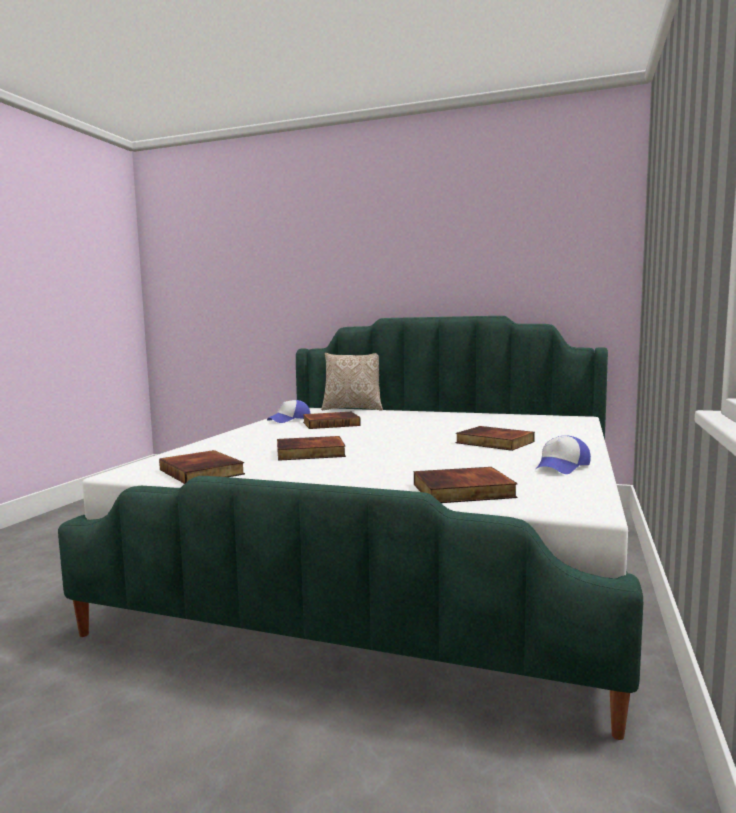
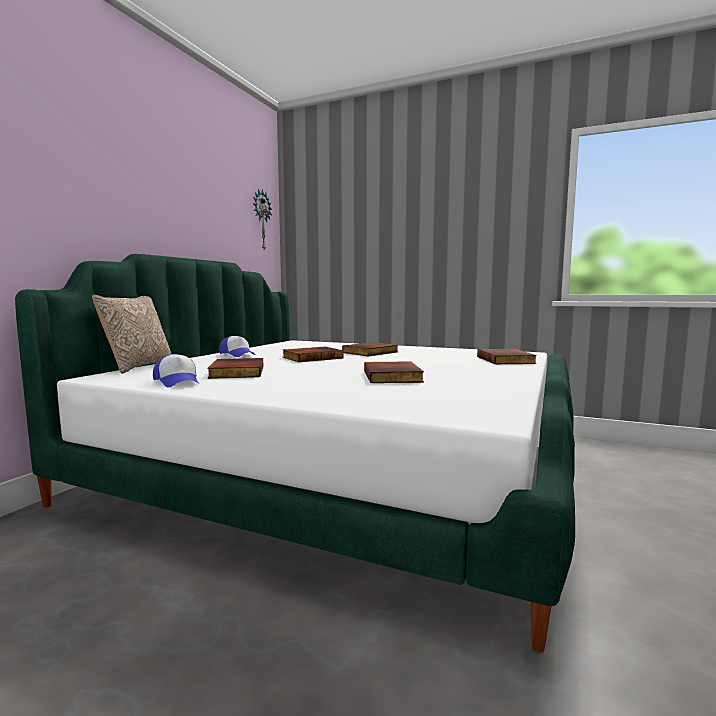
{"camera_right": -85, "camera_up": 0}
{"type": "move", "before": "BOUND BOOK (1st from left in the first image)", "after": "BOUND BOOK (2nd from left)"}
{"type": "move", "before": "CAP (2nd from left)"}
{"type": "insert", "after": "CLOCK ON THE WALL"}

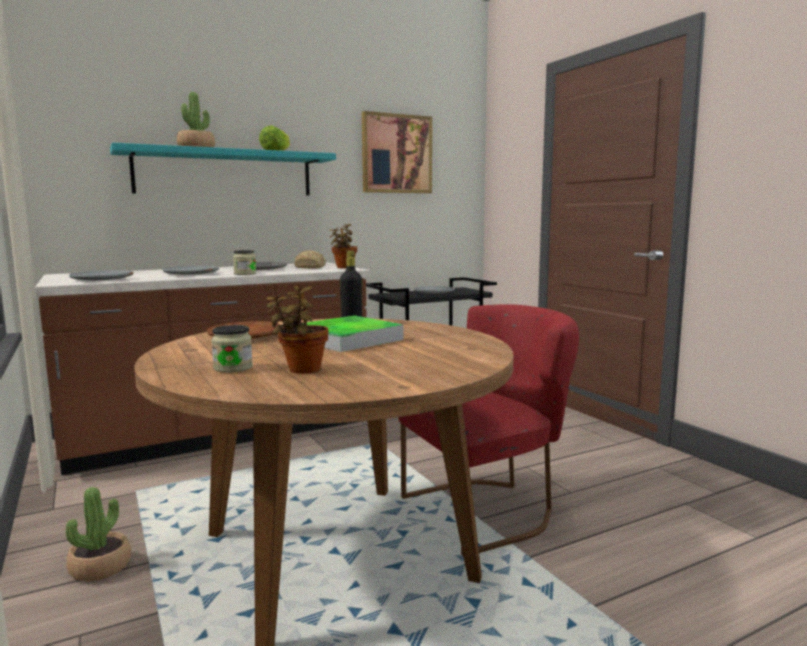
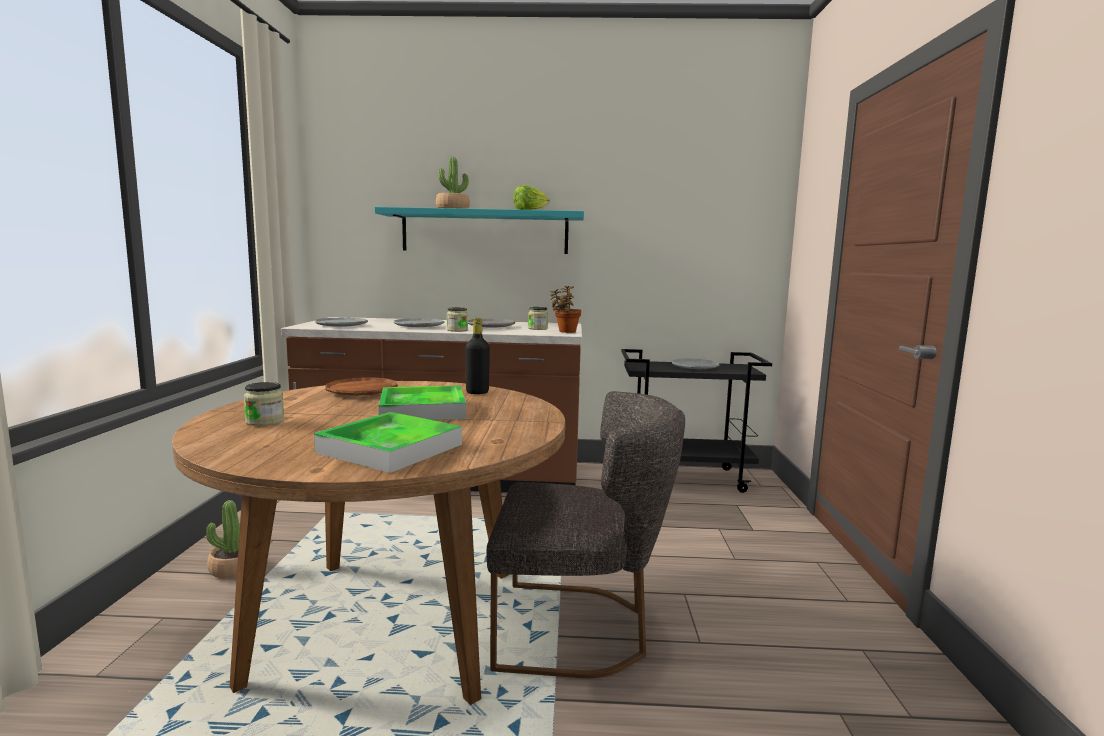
{"camera_right": 30, "camera_up": 0}
{"type": "delete", "before": "PLANT IN A POT (3rd from left)"}
{"type": "replace", "before": "BAKERY BREAD", "after": "JAR (3rd from left)"}
{"type": "delete", "before": "PICTURE"}
{"type": "recolor", "before": "REDDISH CHAIR", "after": "GRAY CHAIR"}
{"type": "insert", "after": "TRAY (1st from left)"}

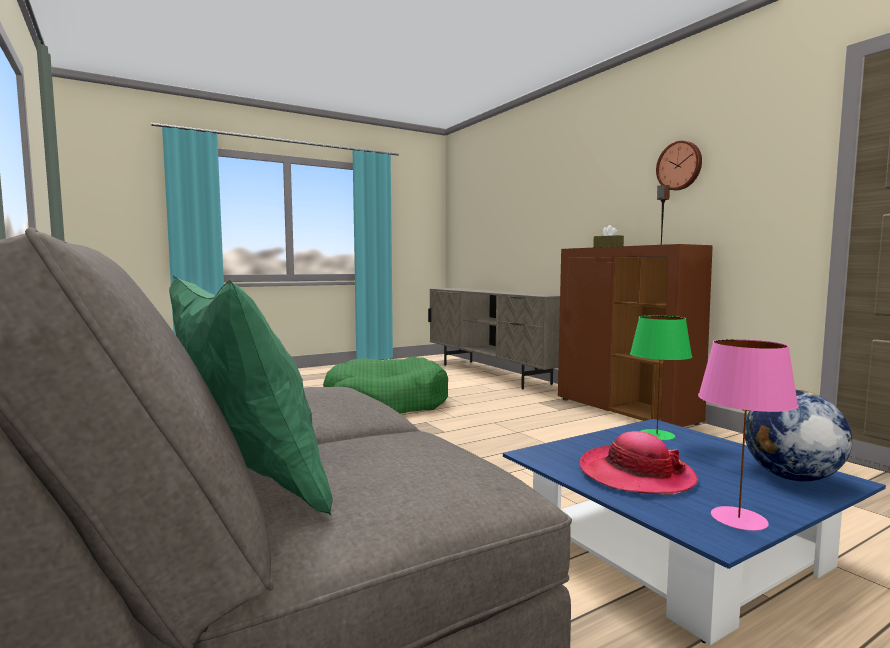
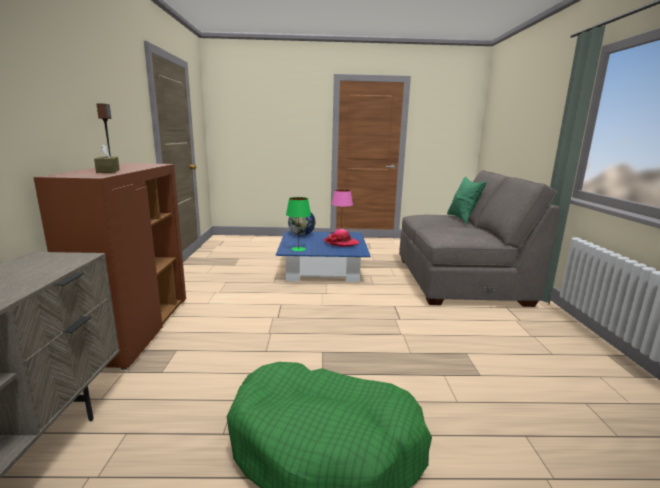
{"camera_right": -150, "camera_up": 10}
{"type": "delete", "before": "CLOCK ON THE WALL"}

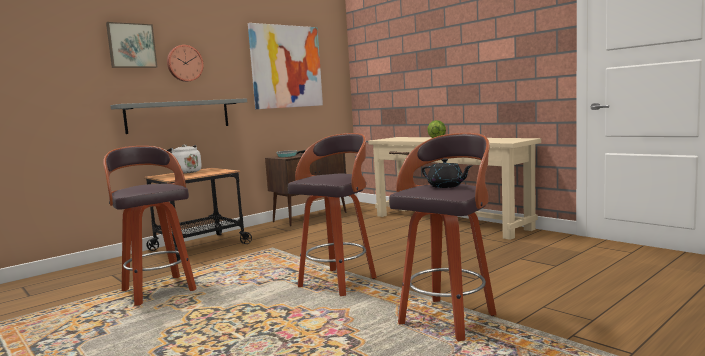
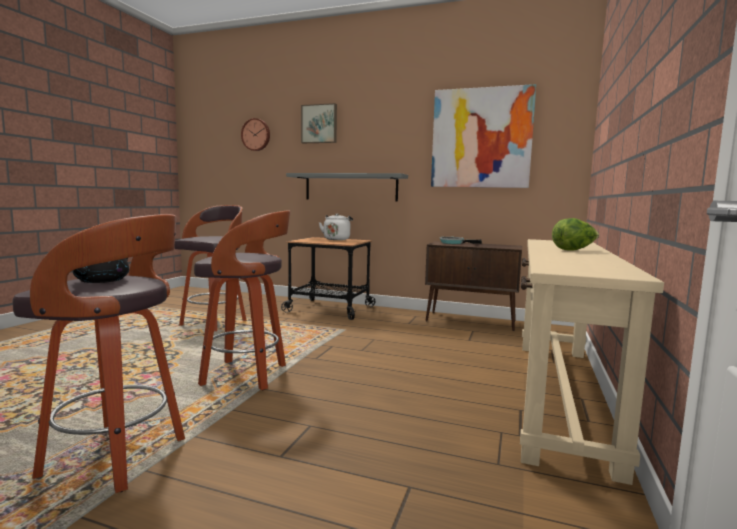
{"camera_right": 60, "camera_up": 0}
{"type": "move", "before": "CLOCK ON THE WALL"}

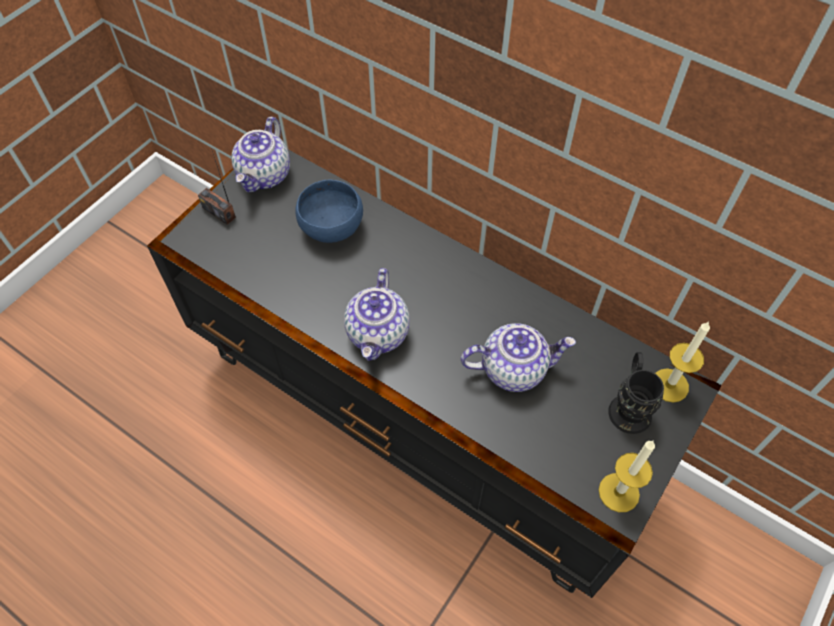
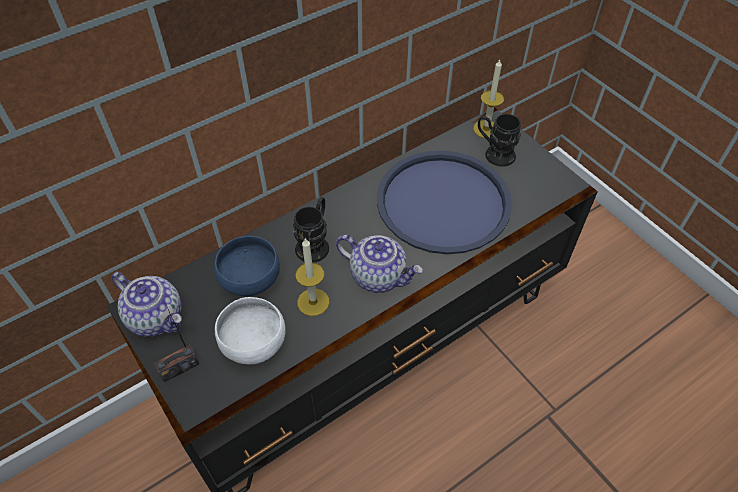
{"camera_right": -70, "camera_up": -5}
{"type": "replace", "before": "TEAPOT (3rd from left)", "after": "BLUE-COLOURED TRAY"}
{"type": "move", "before": "WAX LIGHT (1st from left)"}
{"type": "insert", "after": "WHITE DEEP DISH"}
{"type": "insert", "after": "BLACK-COLOURED COFFEE MUG (1st from left)"}

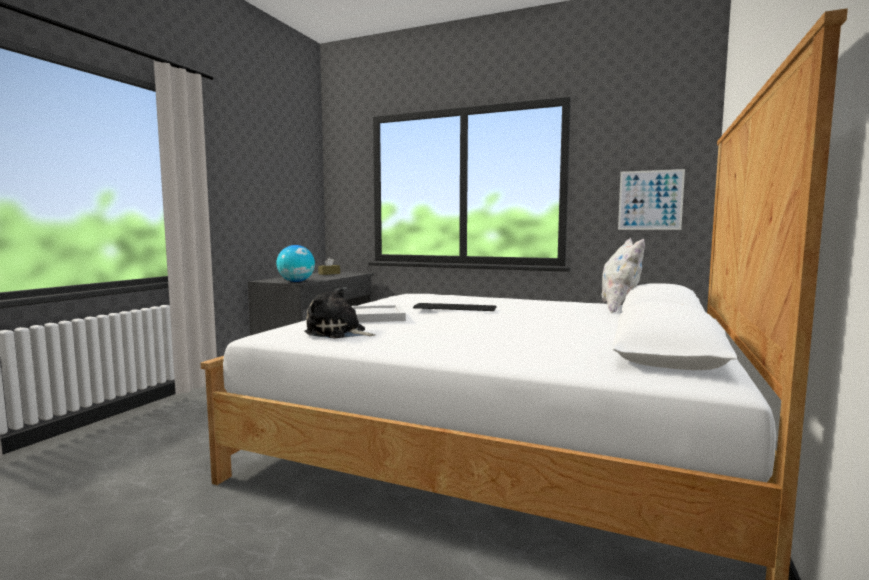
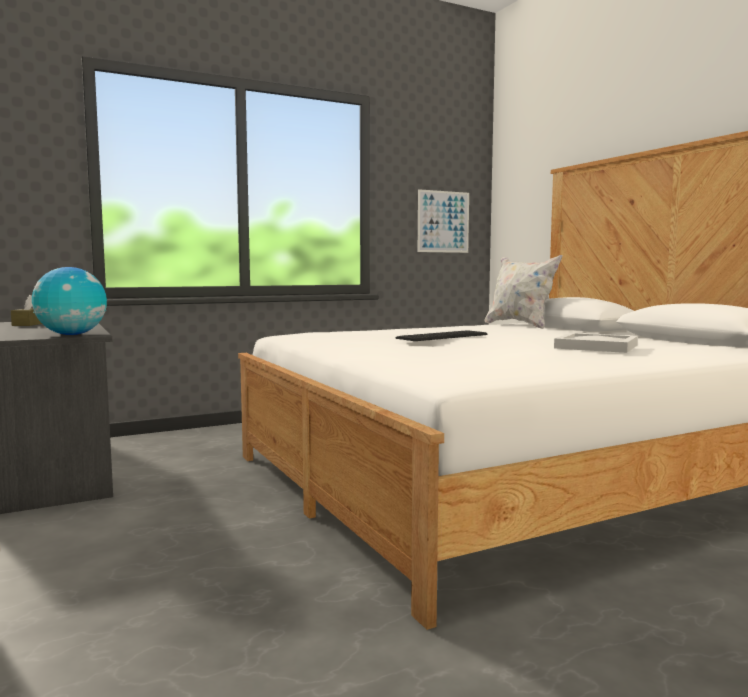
{"camera_right": -50, "camera_up": 0}
{"type": "delete", "before": "CUDDLY TOY"}
{"type": "move", "before": "WHITE TRAY"}

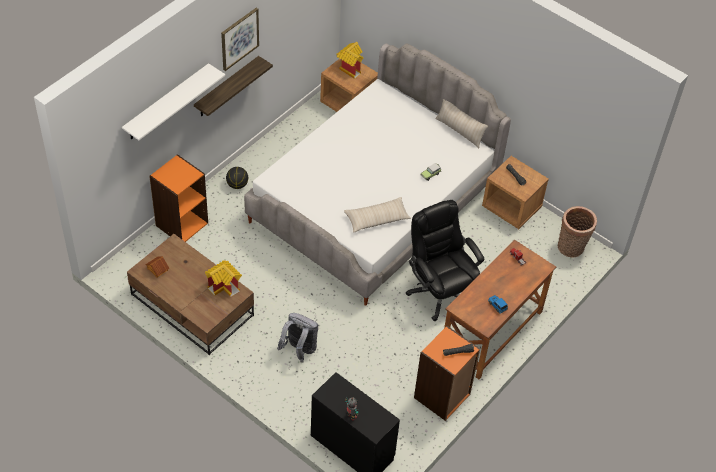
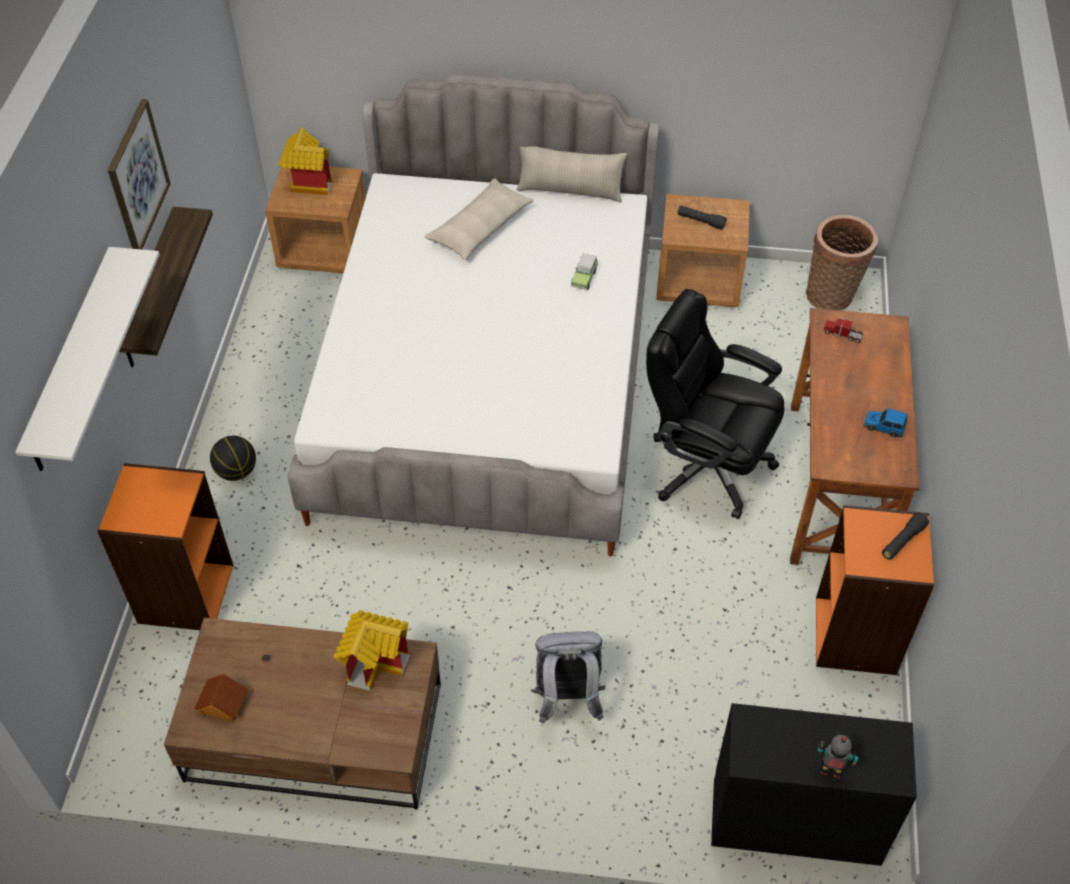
{"camera_right": -30, "camera_up": 0}
{"type": "move", "before": "SAND-COLOURED PILLOW (1st from left)"}

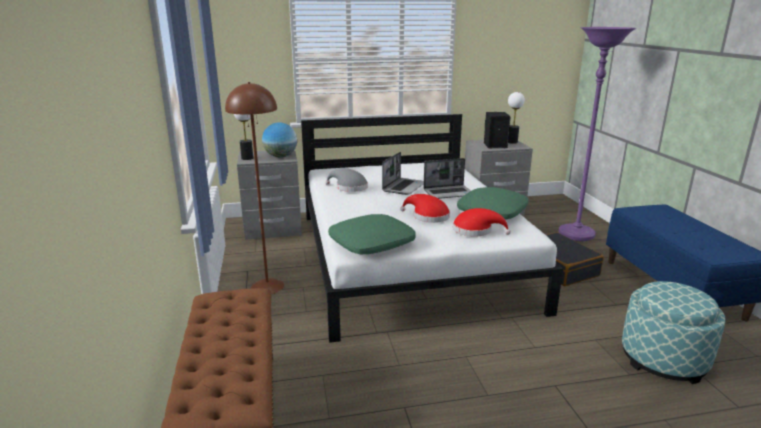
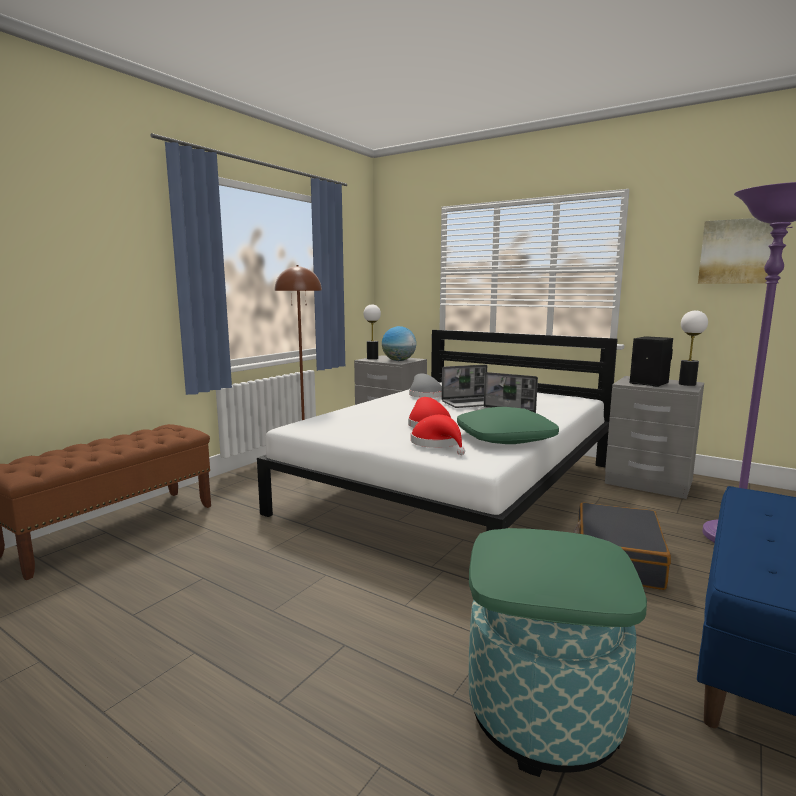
{"camera_right": 45, "camera_up": -10}
{"type": "move", "before": "GREENISH PILLOW (1st from left in the first image)", "after": "GREENISH PILLOW (2nd from left)"}
{"type": "insert", "after": "PICTURE"}

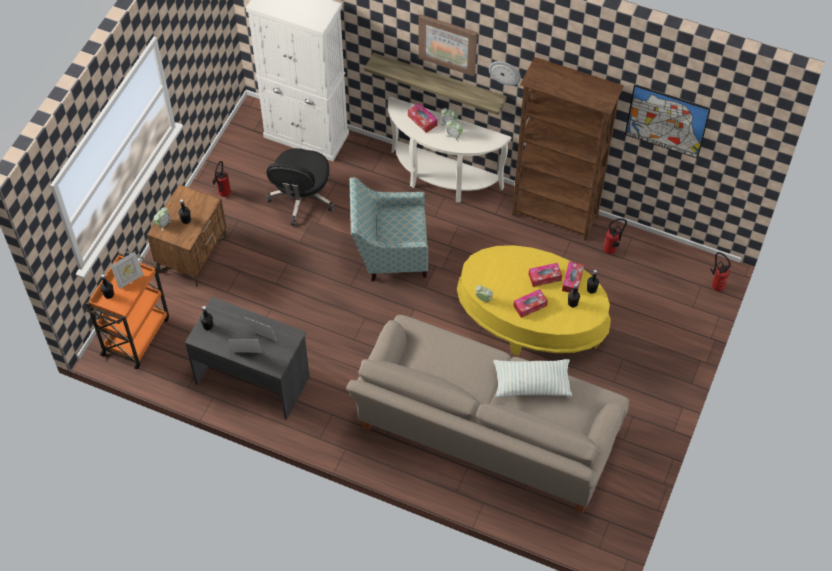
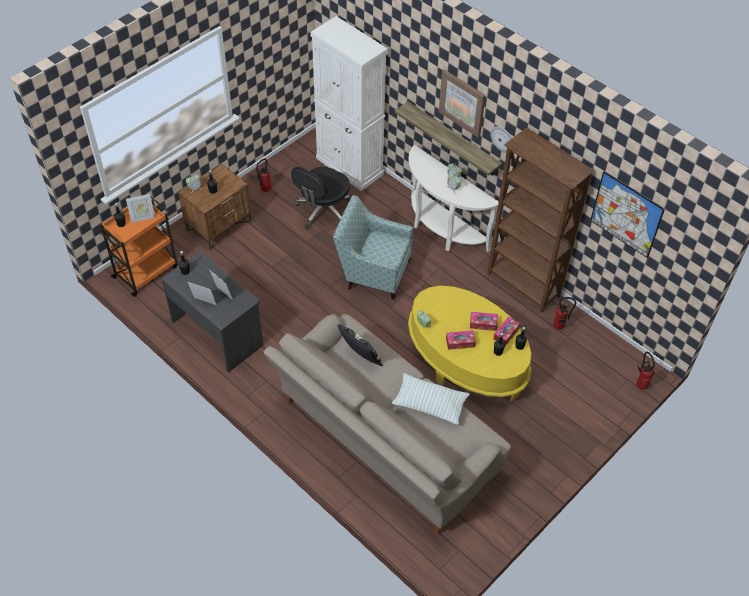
{"camera_right": 20, "camera_up": -5}
{"type": "delete", "before": "BOX OF TISSUES (1st from left)"}
{"type": "insert", "after": "PILLOW (1st from left)"}

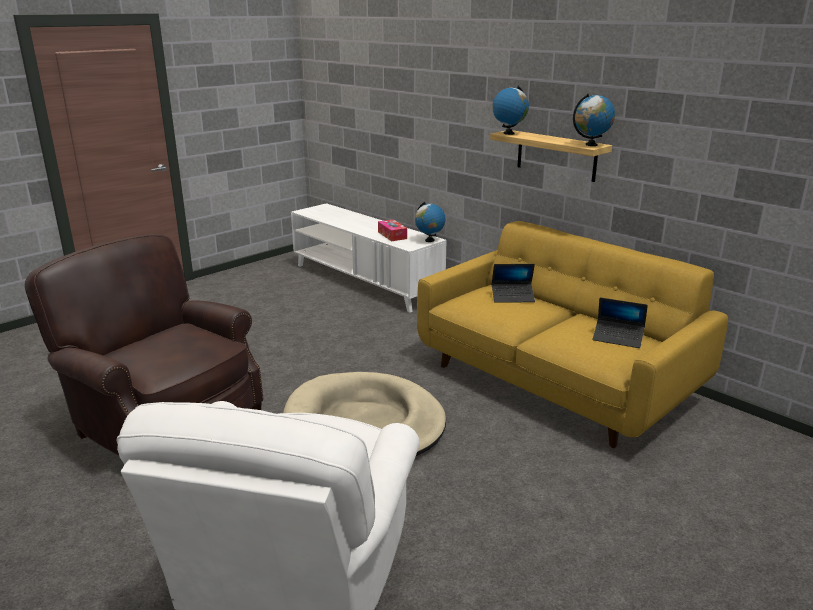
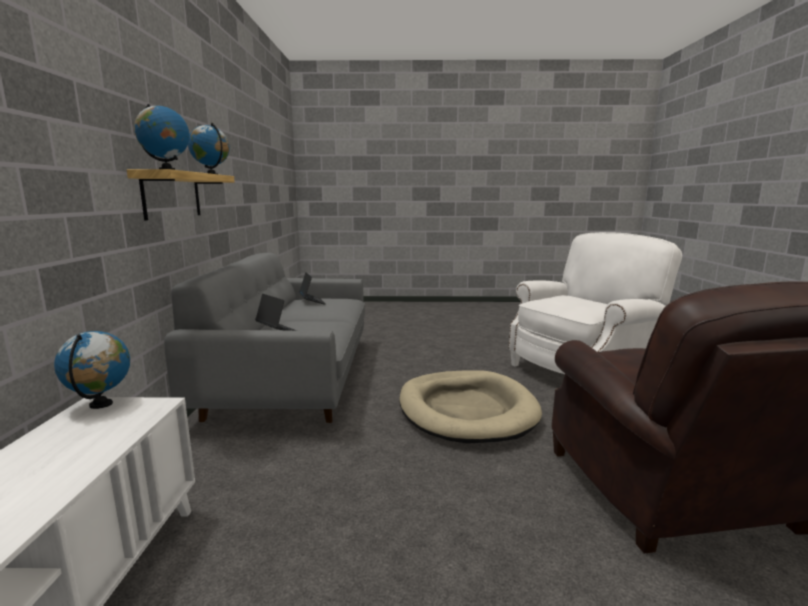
{"camera_right": -135, "camera_up": -10}
{"type": "delete", "before": "BOX OF TISSUES"}
{"type": "recolor", "before": "YELLOWISH SETTEE", "after": "GRAY SETTEE"}

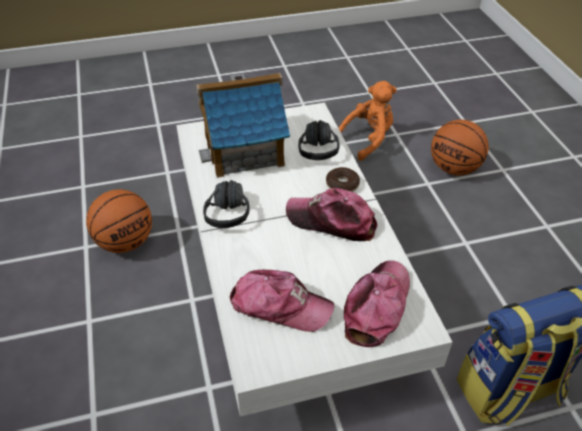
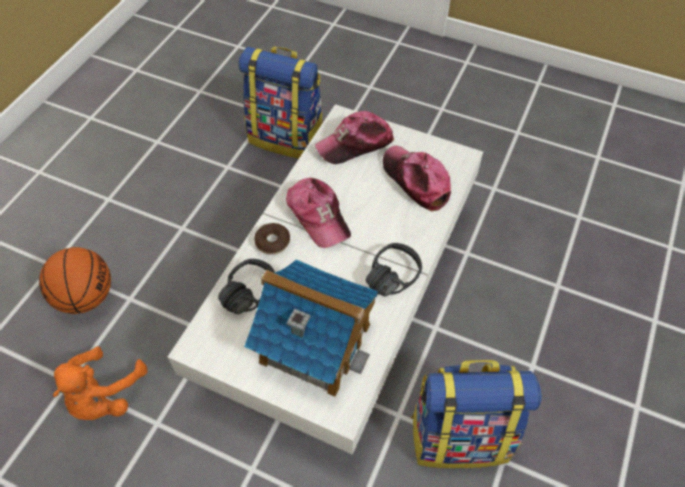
{"camera_right": -140, "camera_up": 10}
{"type": "replace", "before": "BALL FOR BASKETBALL (1st from left)", "after": "BACKPACK (2nd from left)"}
{"type": "rotate", "before": "ORANGE CUDDLY TOY", "turn": -75}

